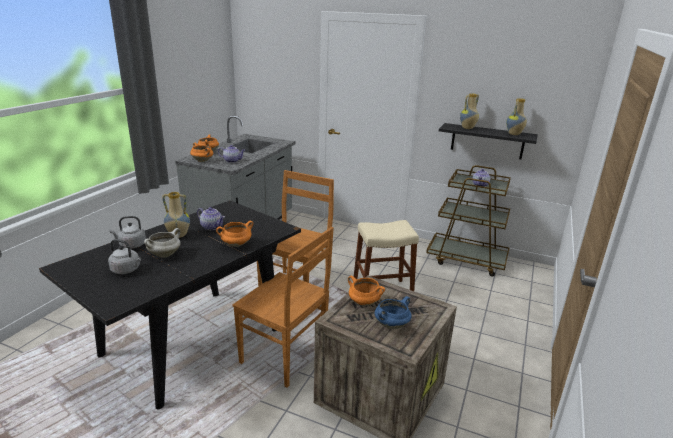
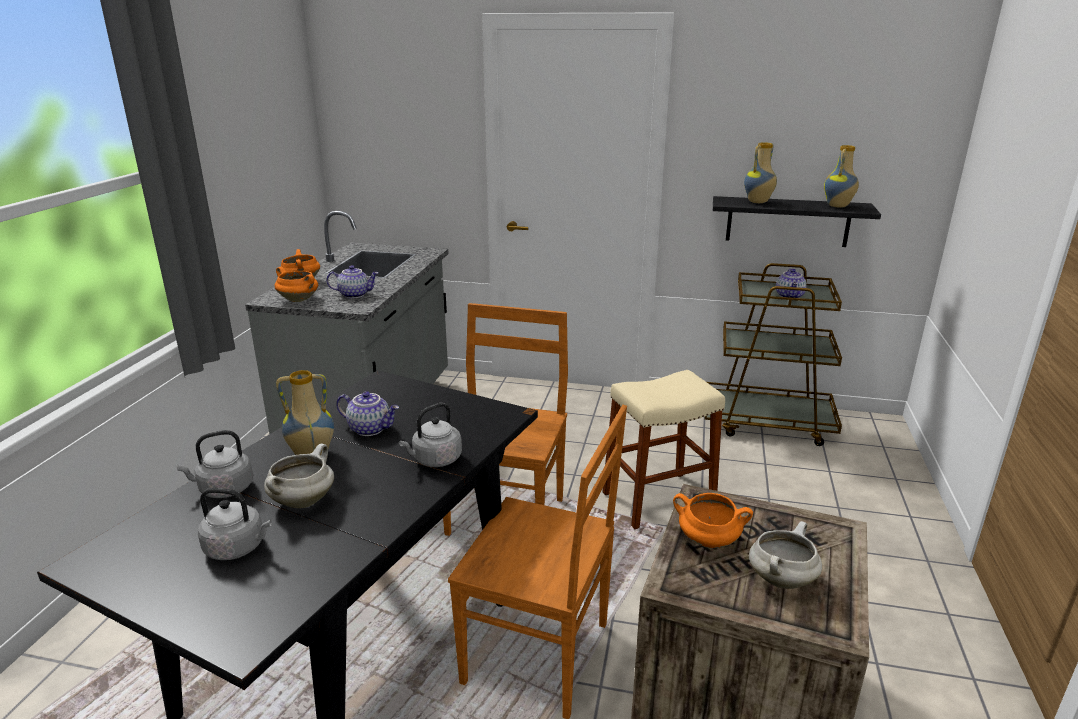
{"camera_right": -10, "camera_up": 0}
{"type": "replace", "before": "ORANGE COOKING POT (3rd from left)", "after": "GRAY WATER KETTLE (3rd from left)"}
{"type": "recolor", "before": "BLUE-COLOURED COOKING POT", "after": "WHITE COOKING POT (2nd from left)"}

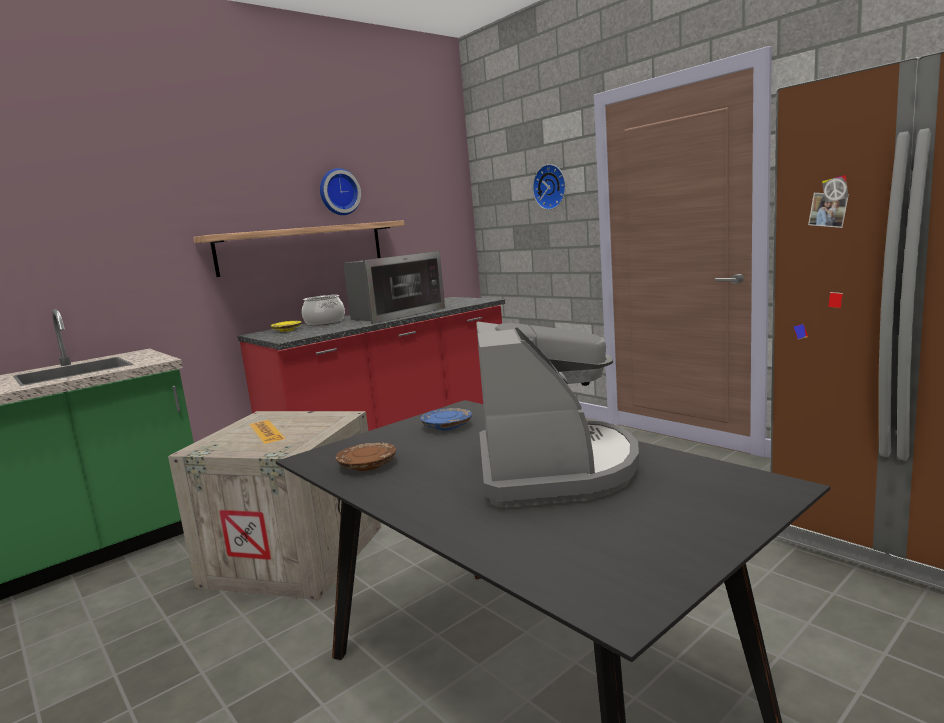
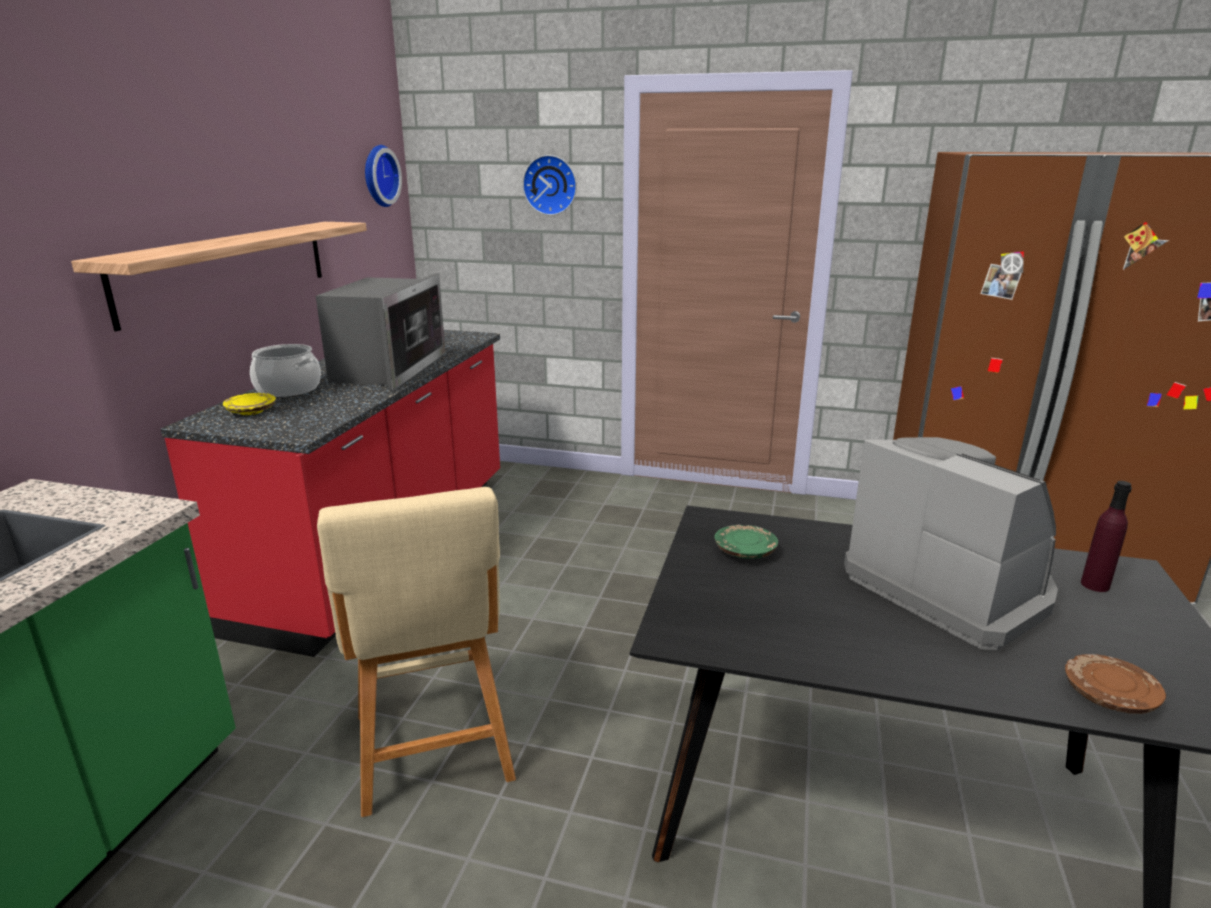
{"camera_right": -35, "camera_up": 10}
{"type": "replace", "before": "PACKING CRATE", "after": "SAND-COLOURED SITTING STOOL"}
{"type": "move", "before": "CLOCK ON THE WALL (1st from left)"}
{"type": "move", "before": "BROWN-COLOURED DINNER PLATE"}
{"type": "recolor", "before": "BLUE-COLOURED DINNER PLATE", "after": "GREENISH DINNER PLATE"}
{"type": "insert", "after": "PURPLISH DRINK BOTTLE"}

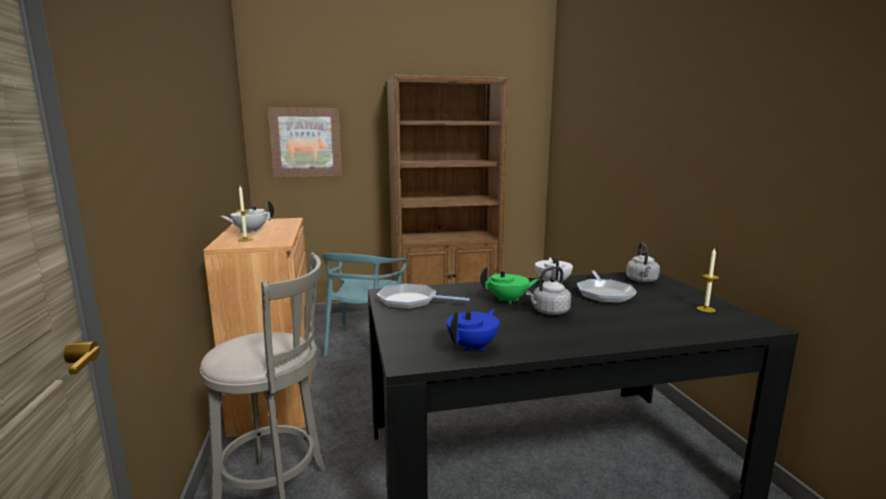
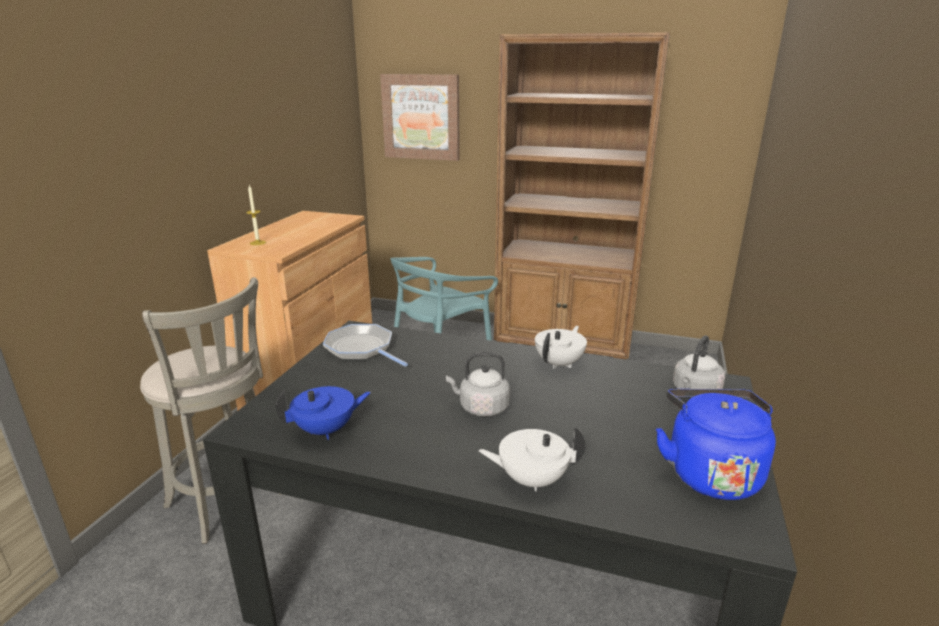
{"camera_right": 30, "camera_up": 10}
{"type": "move", "before": "WHITE TEAPOT (1st from left)"}
{"type": "delete", "before": "GREENISH TEAPOT"}
{"type": "delete", "before": "PAN (2nd from left)"}
{"type": "replace", "before": "WAX LIGHT (2nd from left)", "after": "BLUE-COLOURED WATER KETTLE"}

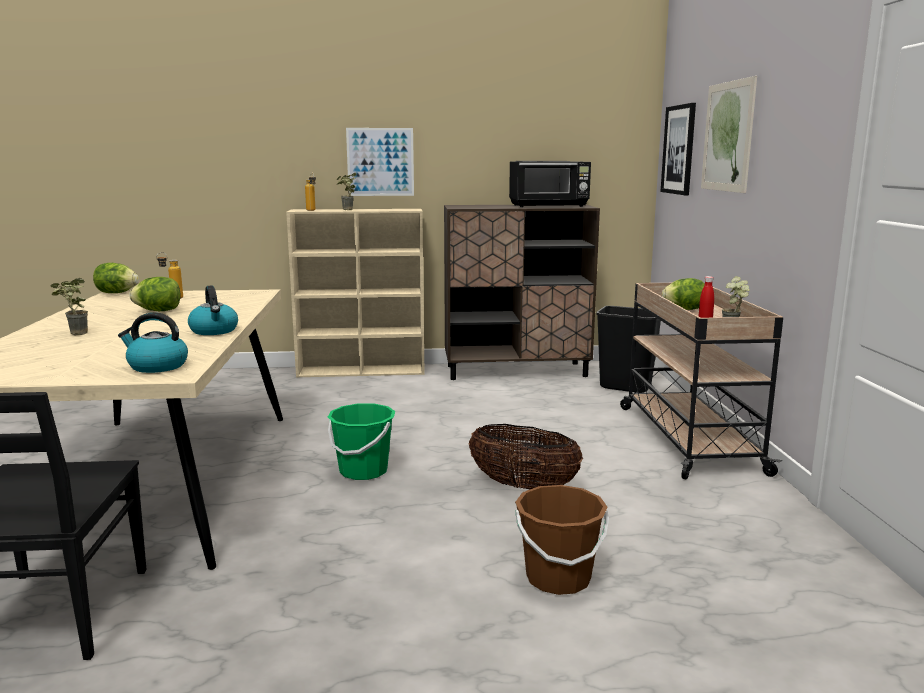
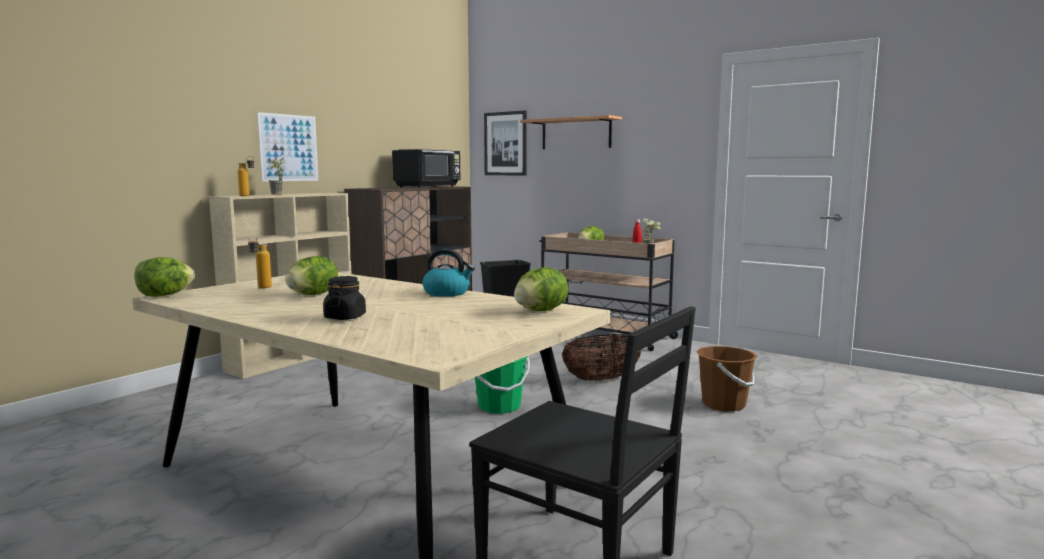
{"camera_right": -50, "camera_up": -5}
{"type": "replace", "before": "PLANT IN A POT (1st from left)", "after": "BLACK-COLOURED JAR"}
{"type": "replace", "before": "WATER KETTLE (1st from left)", "after": "HEAD OF LETTUCE (3rd from left)"}
{"type": "replace", "before": "PICTURE (3rd from left)", "after": "SHELF"}

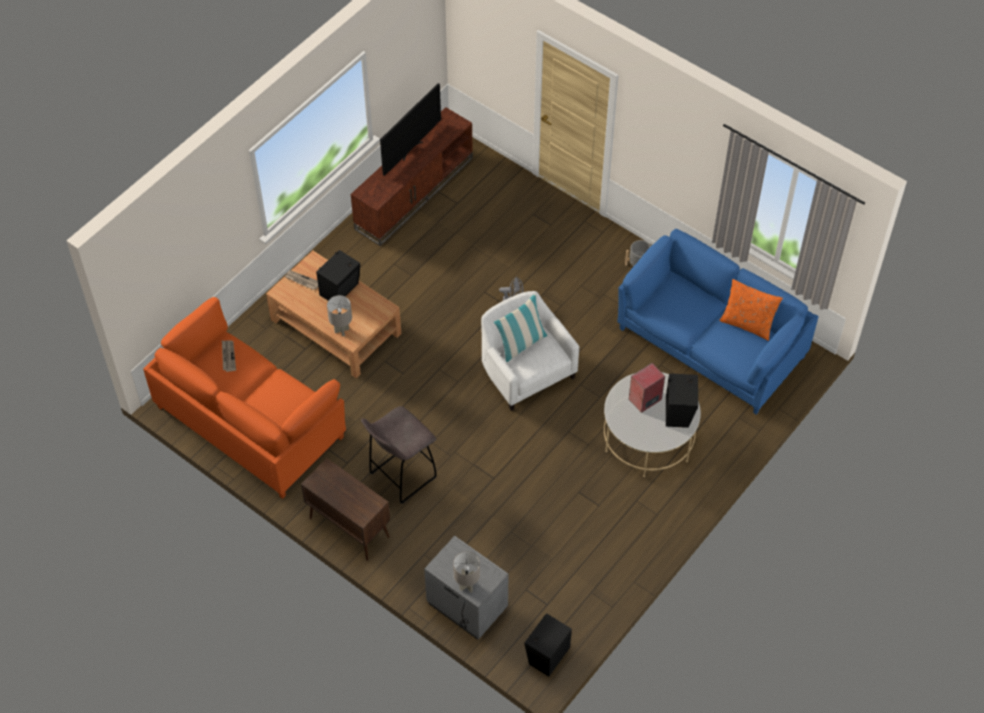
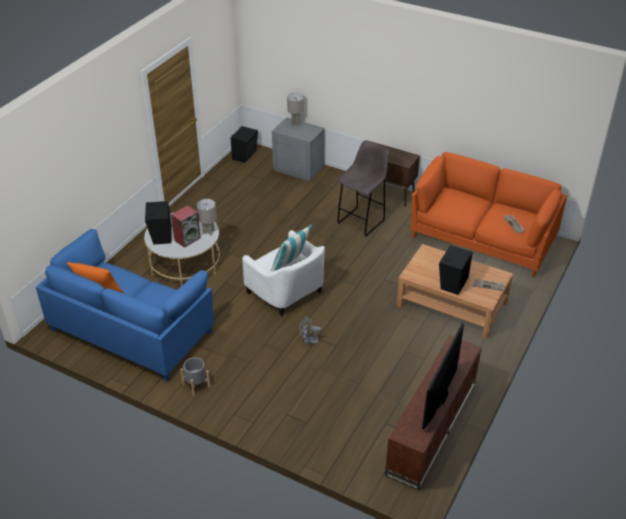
{"camera_right": 170, "camera_up": -15}
{"type": "move", "before": "GRAY TABLE LAMP (1st from left)"}

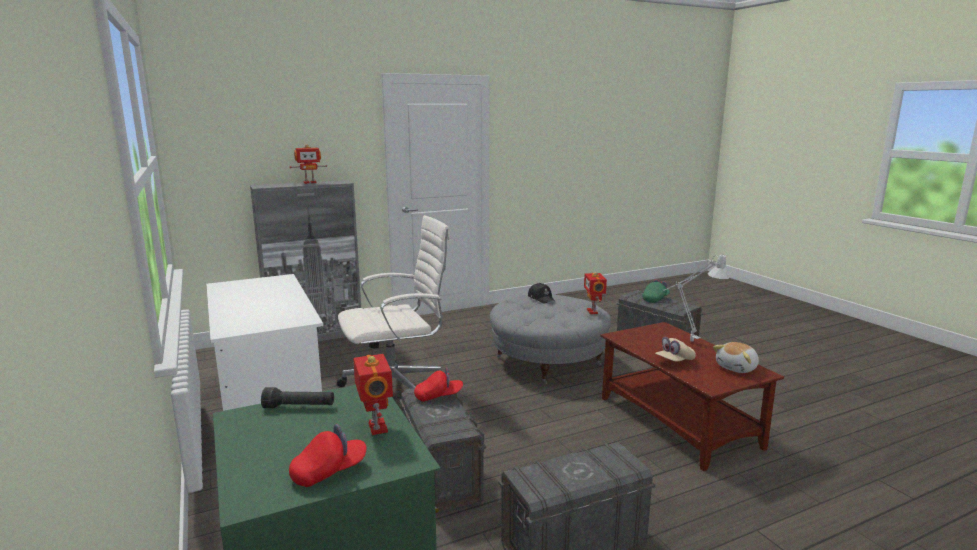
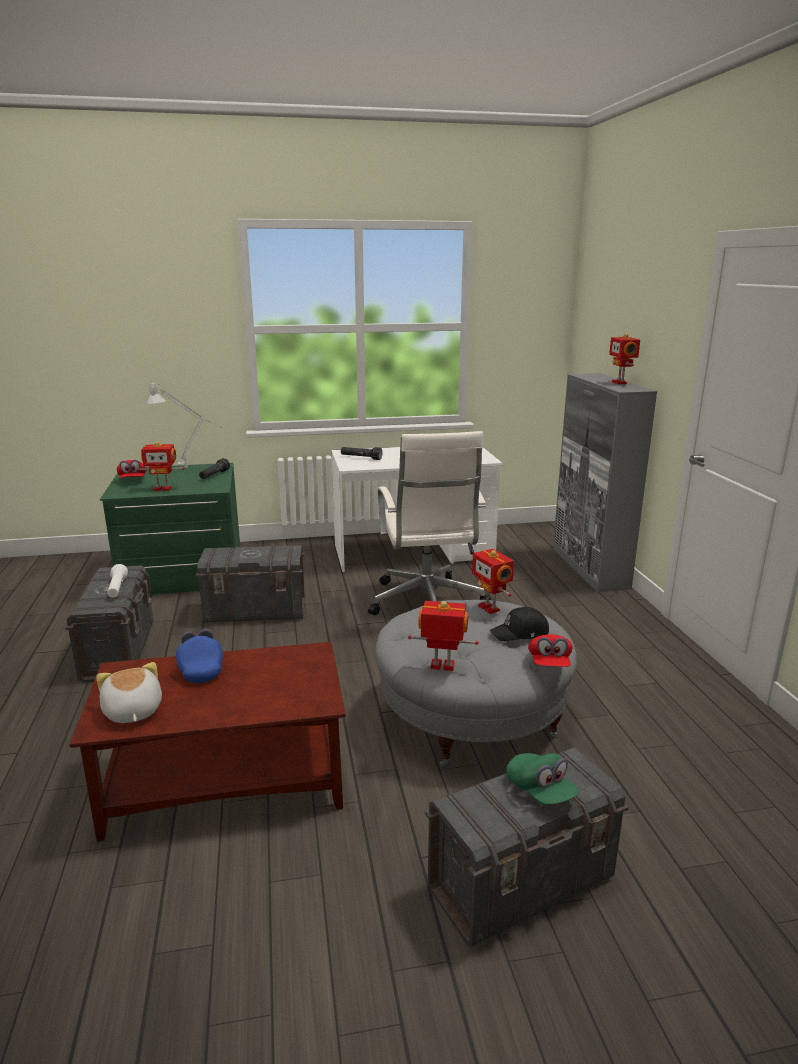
{"camera_right": 105, "camera_up": 5}
{"type": "move", "before": "REDDISH CAP (2nd from left)"}
{"type": "recolor", "before": "SAND-COLOURED CAP", "after": "BLUE-COLOURED CAP"}
{"type": "move", "before": "GRAY TABLE LAMP"}
{"type": "insert", "after": "WHITE FLASHLIGHT"}
{"type": "insert", "after": "BLACK-COLOURED FLASHLIGHT (2nd from left)"}
{"type": "insert", "after": "TOY ROBOT (3rd from left)"}

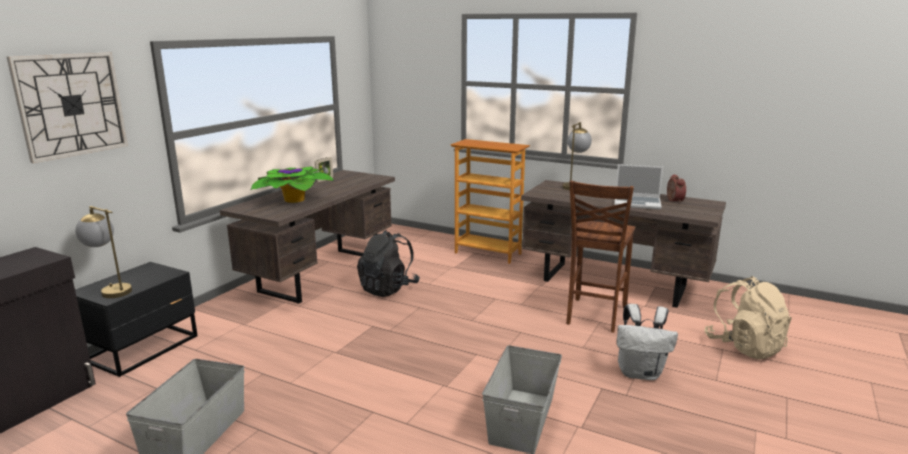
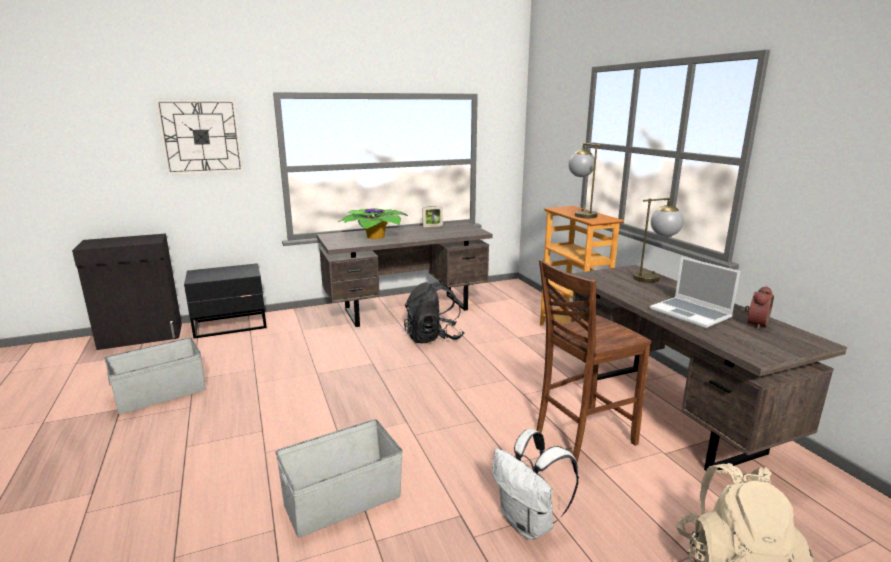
{"camera_right": 40, "camera_up": 0}
{"type": "move", "before": "TABLE LAMP (1st from left)"}

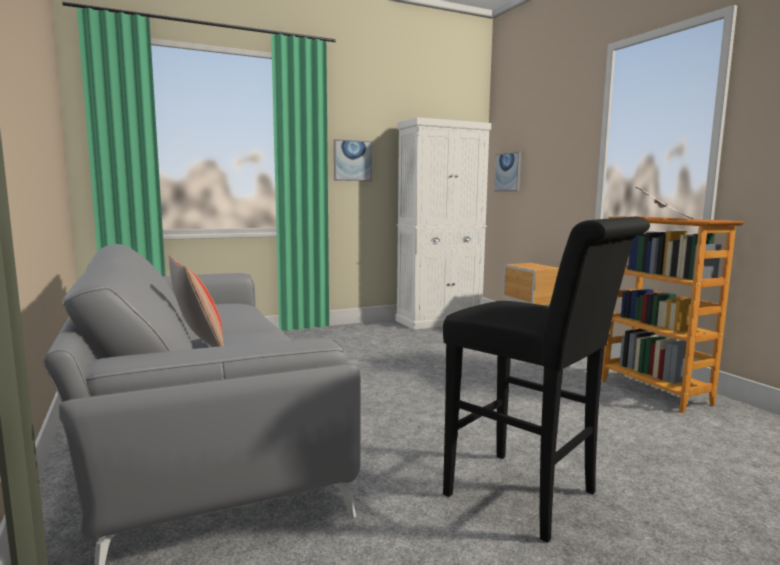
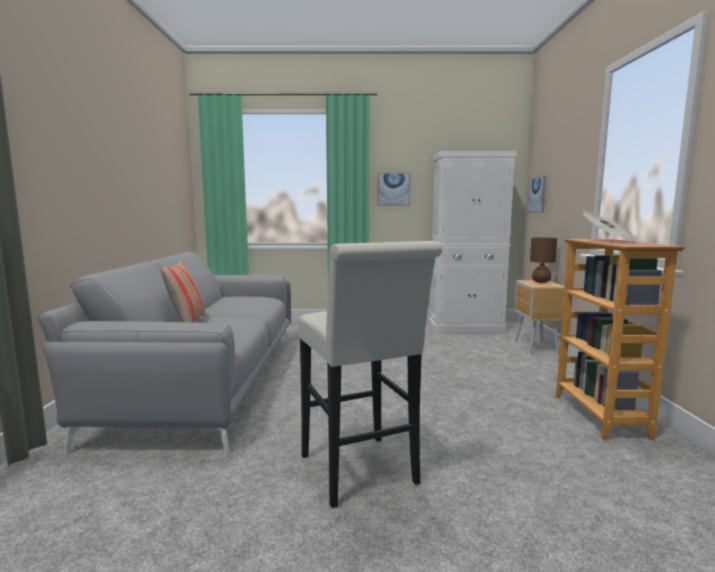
{"camera_right": 25, "camera_up": 0}
{"type": "recolor", "before": "BLACK-COLOURED SITTING STOOL", "after": "WHITE SITTING STOOL"}
{"type": "insert", "after": "BROWN-COLOURED TABLE LAMP"}

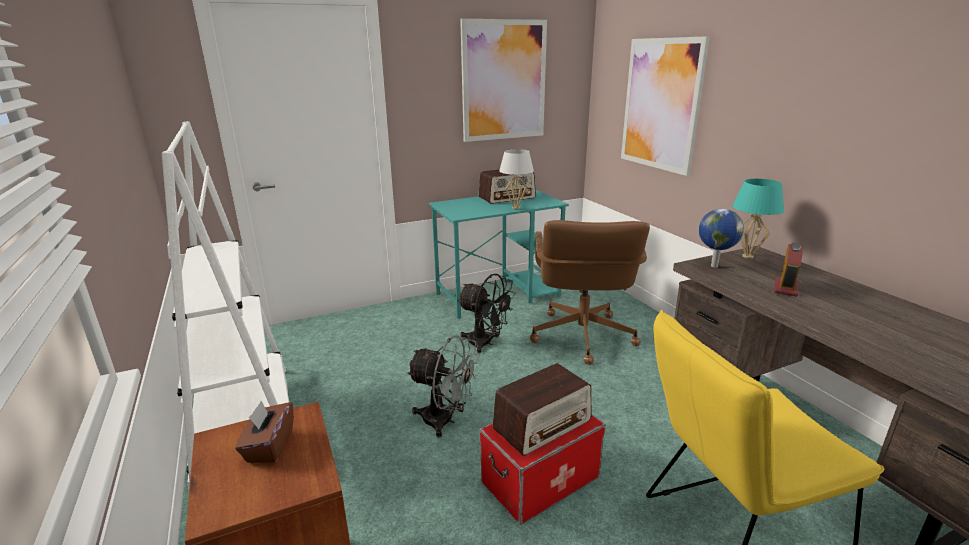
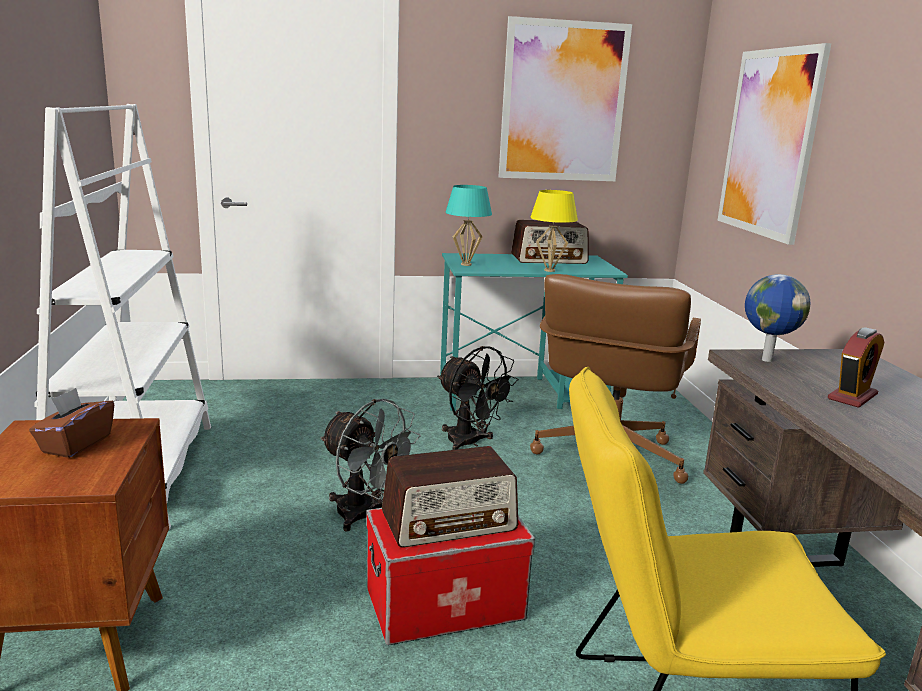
{"camera_right": 15, "camera_up": -5}
{"type": "recolor", "before": "WHITE TABLE LAMP", "after": "YELLOWISH TABLE LAMP"}
{"type": "move", "before": "TURQUOISE TABLE LAMP"}

